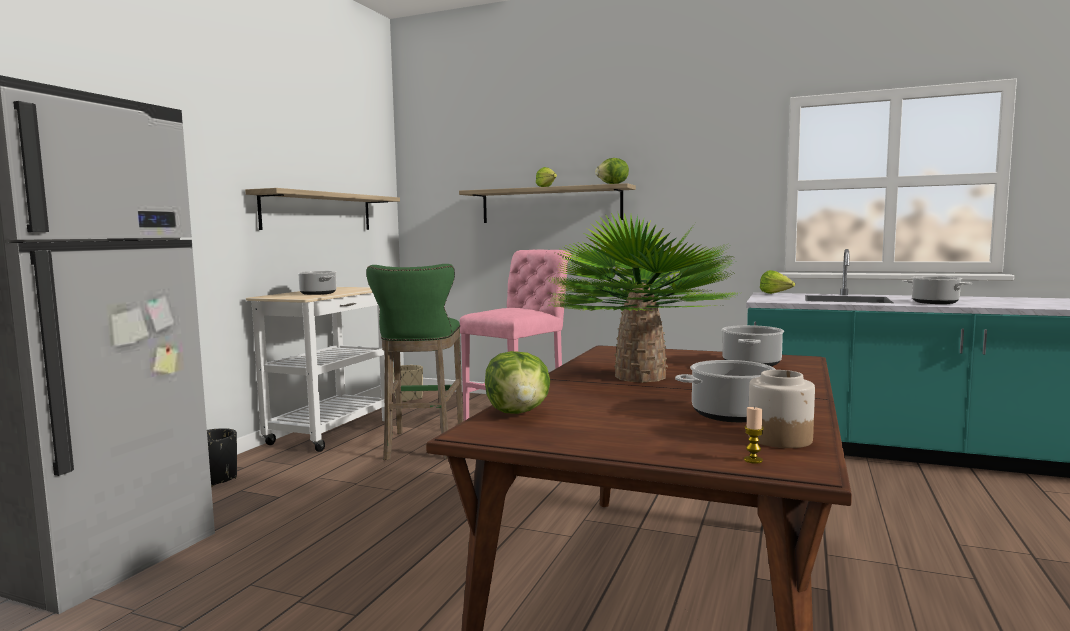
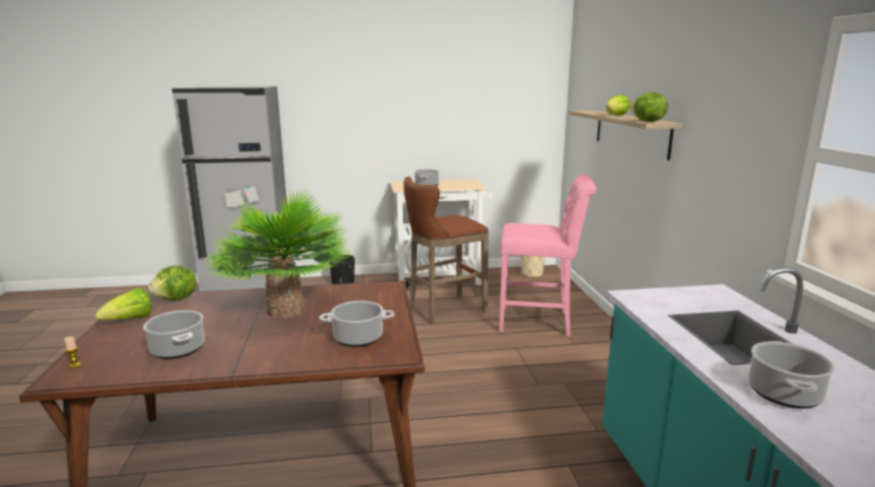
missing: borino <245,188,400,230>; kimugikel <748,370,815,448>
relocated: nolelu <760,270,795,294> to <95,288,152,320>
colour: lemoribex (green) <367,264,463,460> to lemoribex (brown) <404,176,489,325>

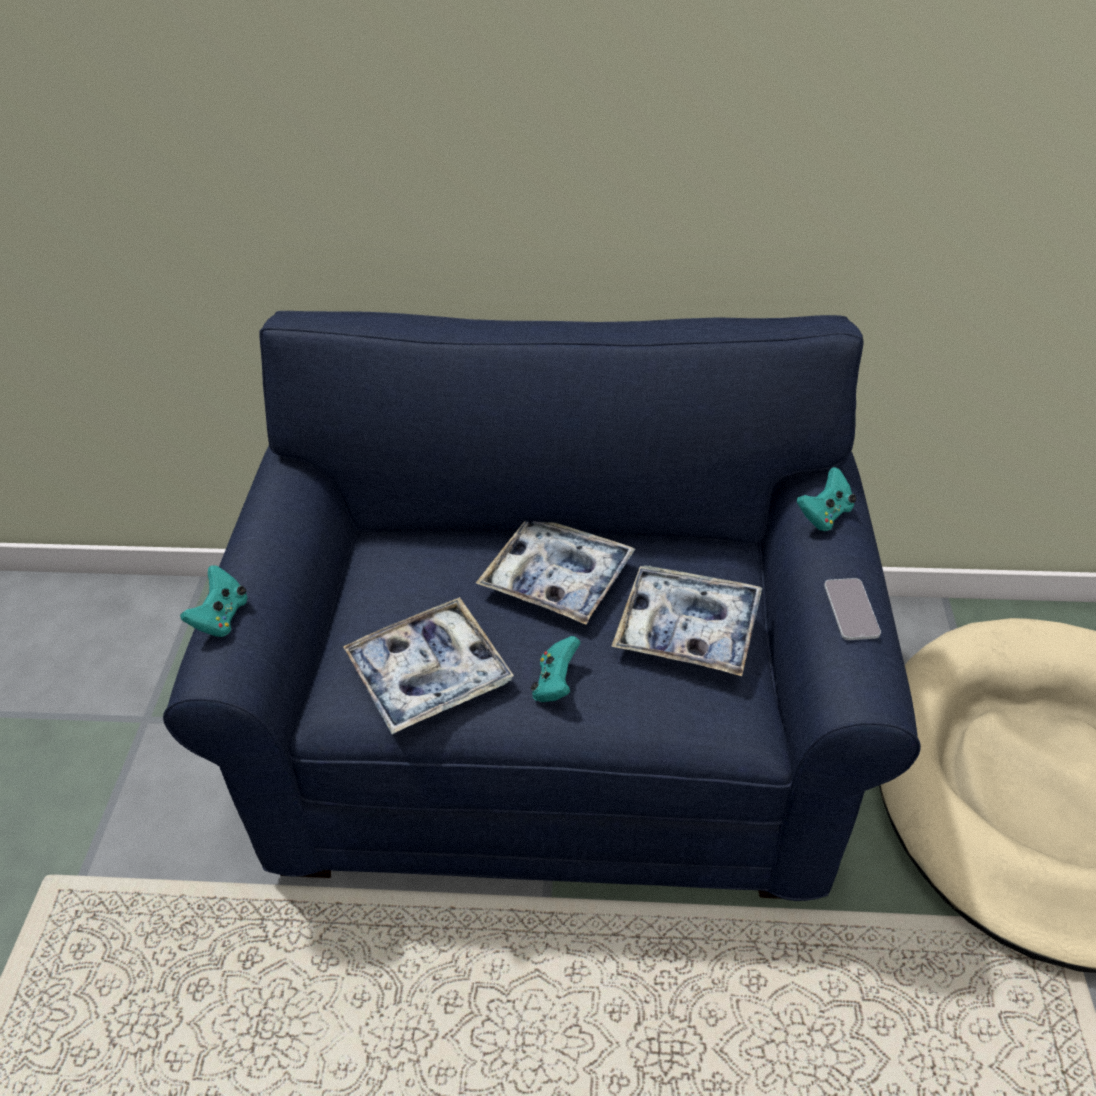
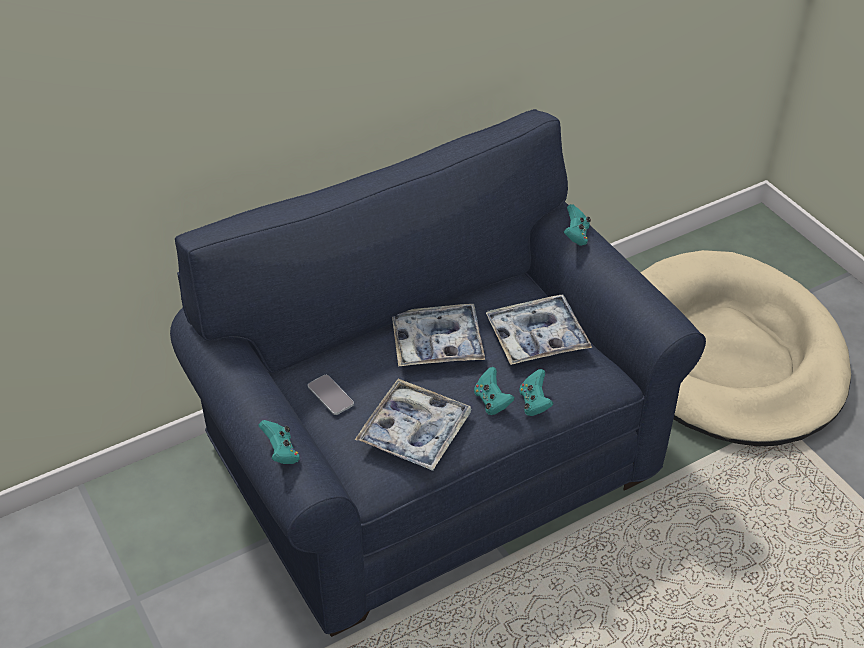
appeared: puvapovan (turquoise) <519,369,554,416>
relocated: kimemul <824,578,881,640> to <308,375,354,415>

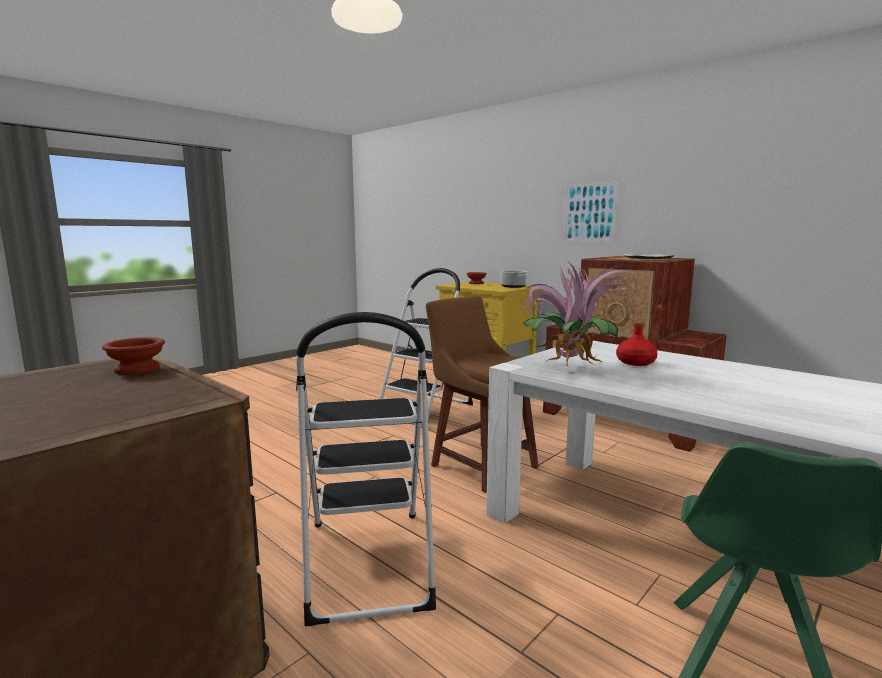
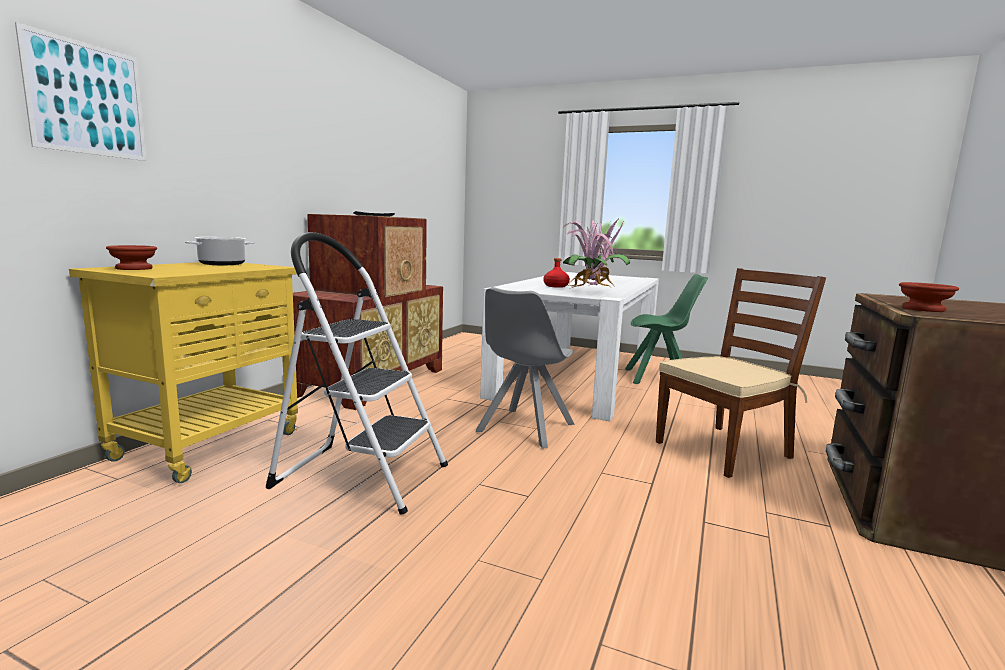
relocated: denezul <563,181,619,242> to <15,22,147,161>
exchanged: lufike <296,312,436,626> to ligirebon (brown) <656,268,826,478>; lemoribex (brown) <426,296,539,493> to ligirebon (grey) <476,287,575,449>

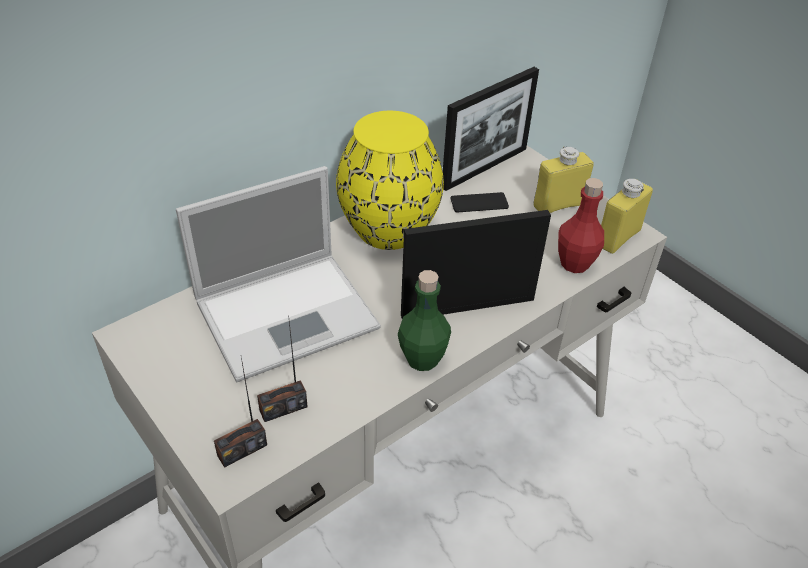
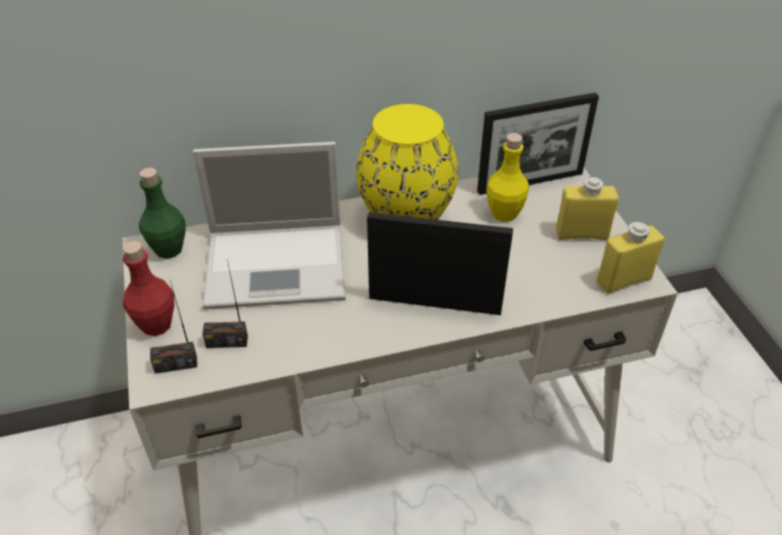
relocated: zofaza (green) <398,270,451,371> to <139,167,185,259>; zofaza (red) <558,178,604,273> to <123,241,174,336>
exchanged: kimemul <451,192,509,212> to zofaza (yellow) <486,133,529,222>

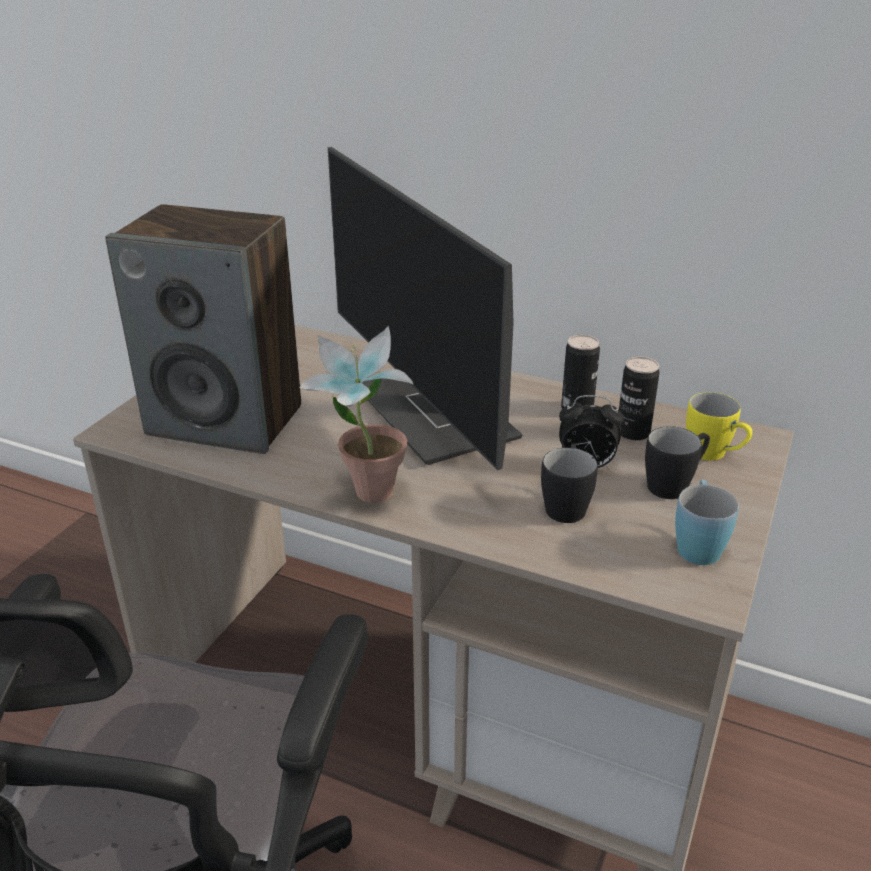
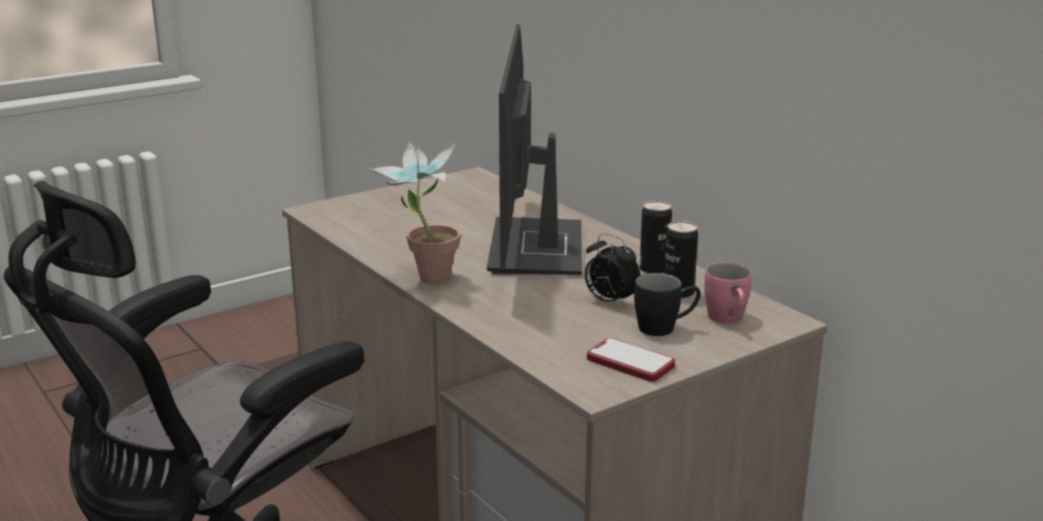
missing: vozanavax <105,204,301,454>; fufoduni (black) <541,444,598,523>
exchanged: fufoduni (blue) <675,479,739,565> to kimemul <587,338,675,382>
colour: fufoduni (yellow) <686,392,753,461> to fufoduni (pink) <704,262,752,324>

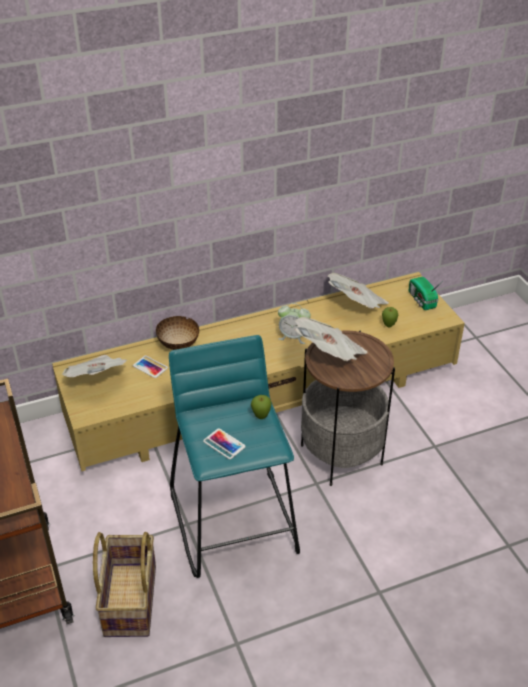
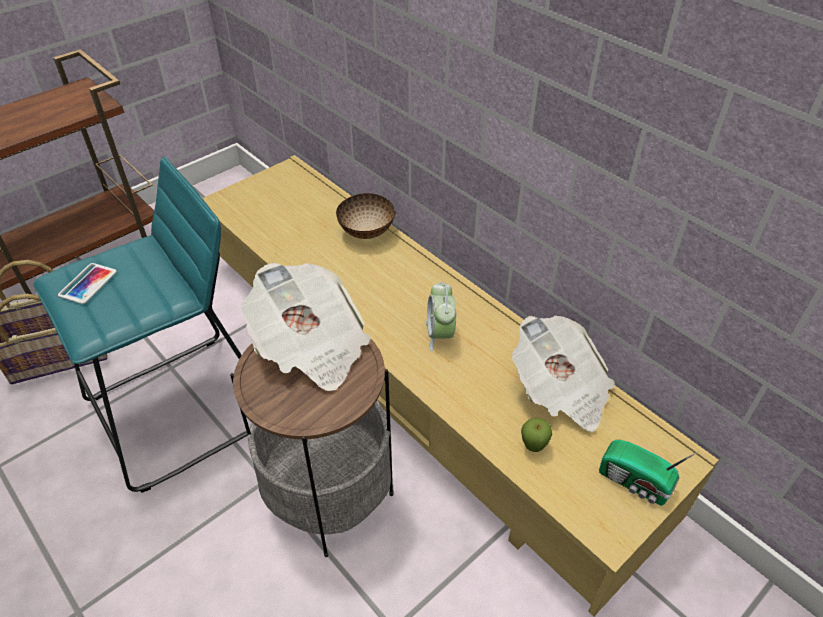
missing: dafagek <62,355,127,377>; kimemul <133,356,168,378>; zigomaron <251,395,272,419>
spun: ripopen <409,277,443,310> = <599,440,698,506> 105 degrees counterclockwise

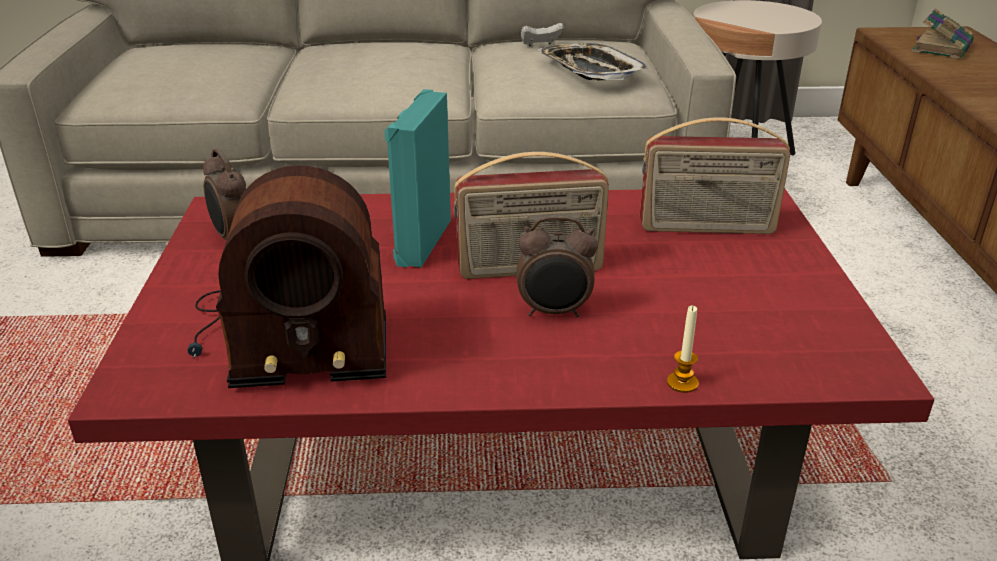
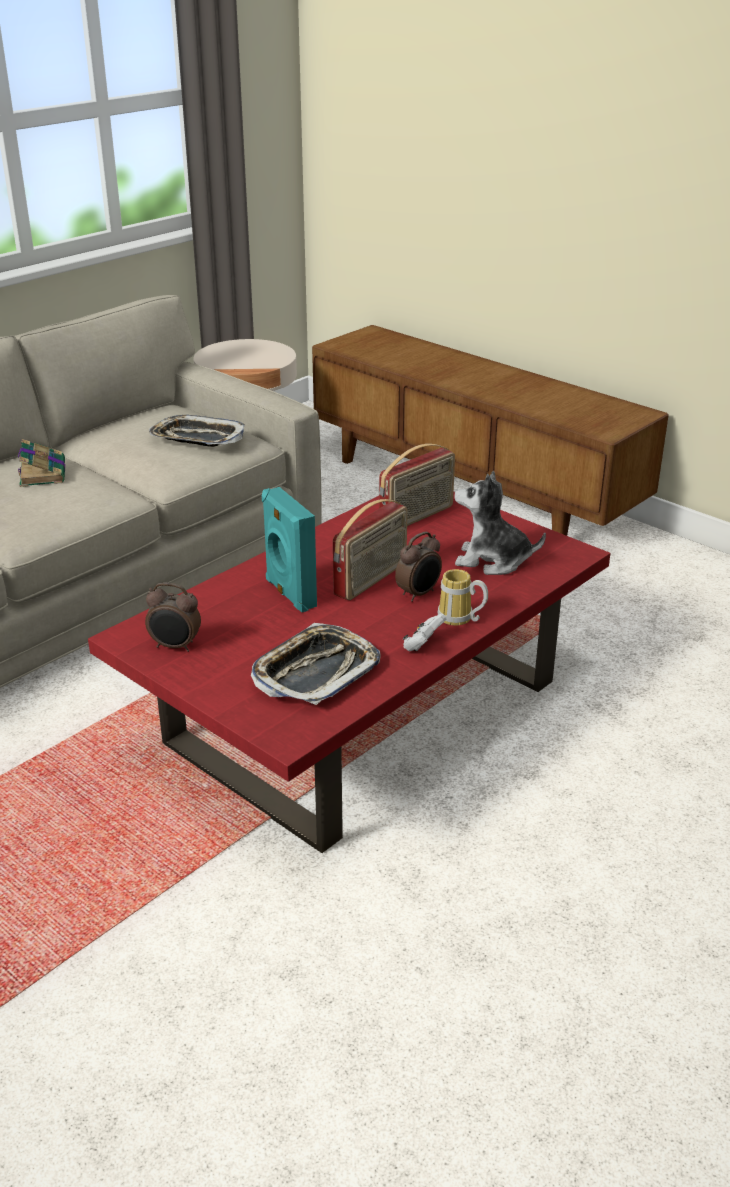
missing: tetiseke <667,305,699,393>
appeared: fufoduni <438,569,488,626>; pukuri <454,471,546,575>
relocated: puvapovan (white) <521,23,564,46> to <403,614,447,651>; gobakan <912,8,974,59> to <18,439,65,487>
exchanged: ripopen <188,165,386,388> to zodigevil <251,623,381,705>

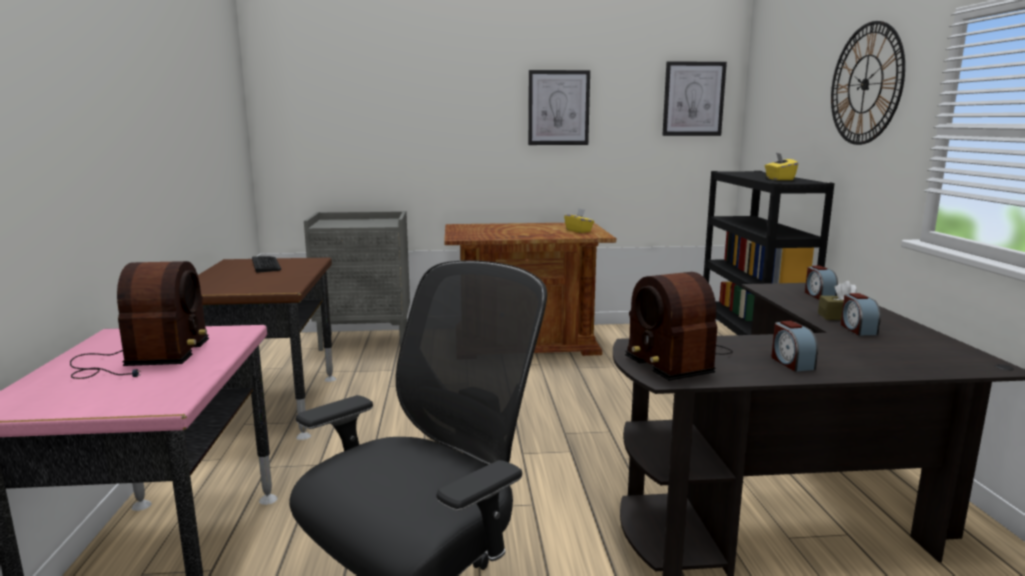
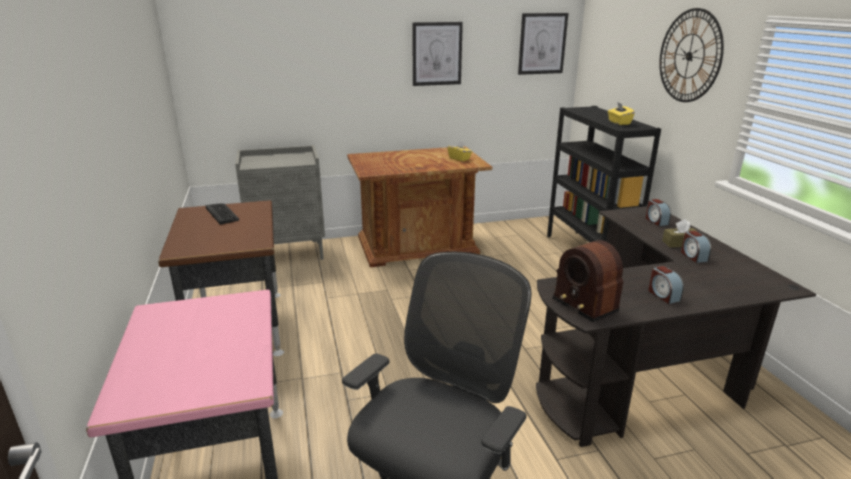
missing: ripopen <70,261,209,379>

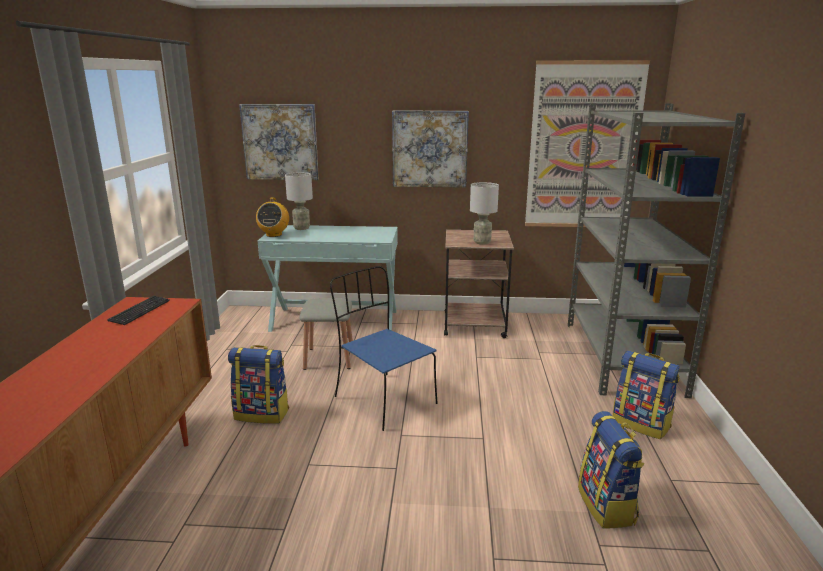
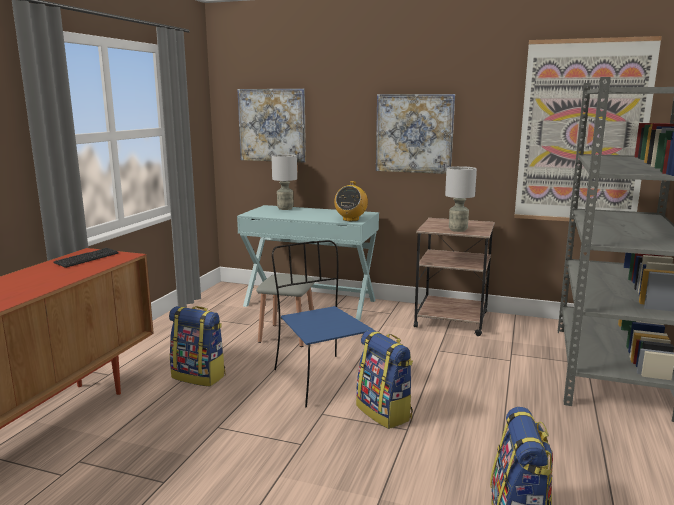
relocated: ripopen <256,197,289,237> to <334,181,368,221>; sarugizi <613,350,680,440> to <356,329,413,429>

